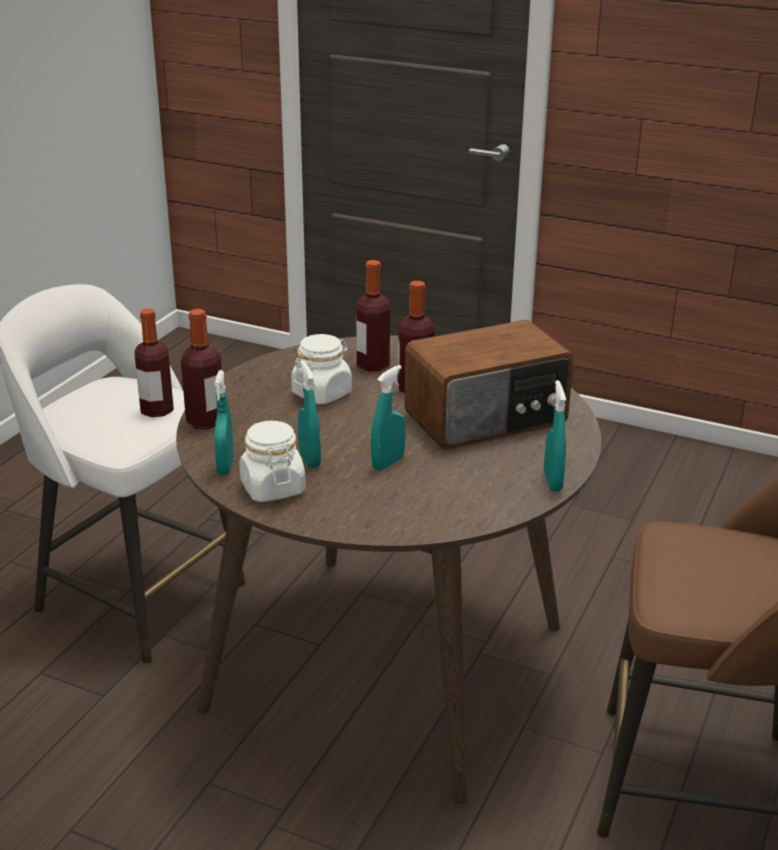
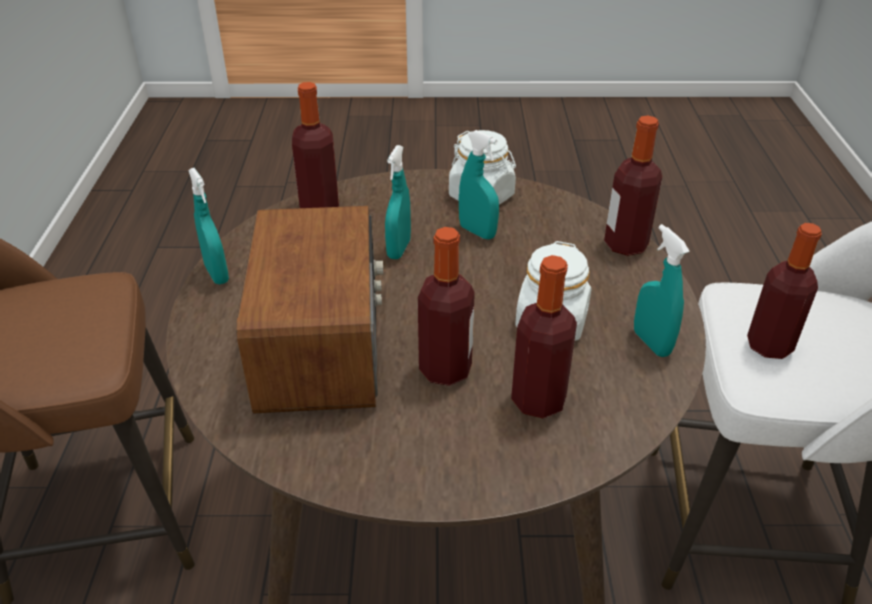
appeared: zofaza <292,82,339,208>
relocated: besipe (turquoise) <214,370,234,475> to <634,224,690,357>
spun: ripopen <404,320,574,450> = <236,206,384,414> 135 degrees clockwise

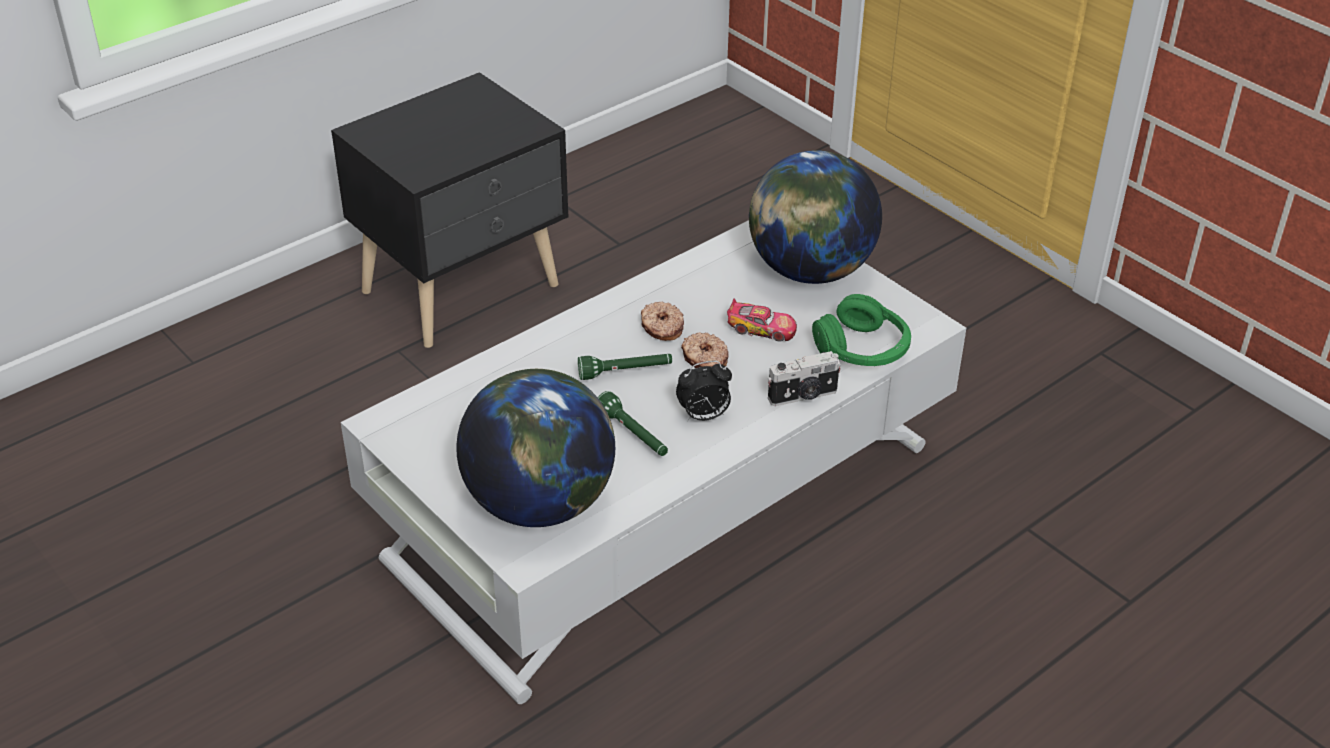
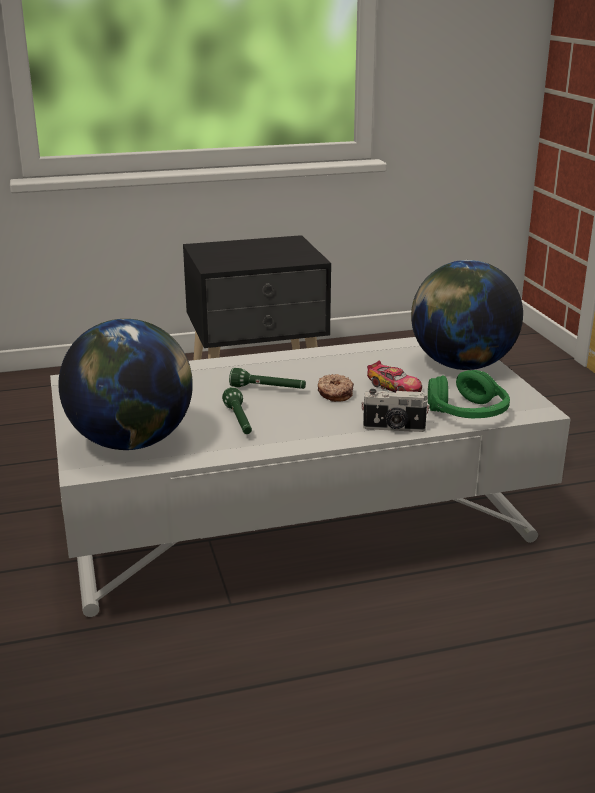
missing: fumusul <641,302,684,341>; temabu <676,361,732,421>

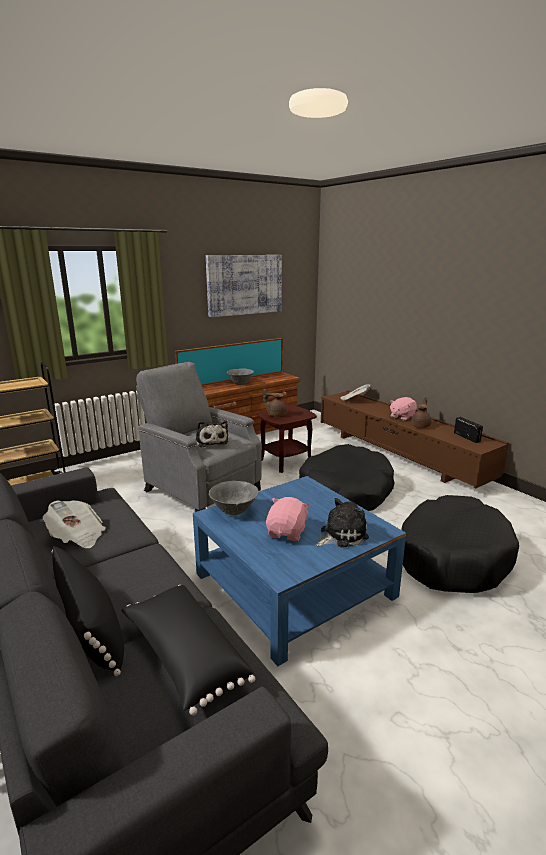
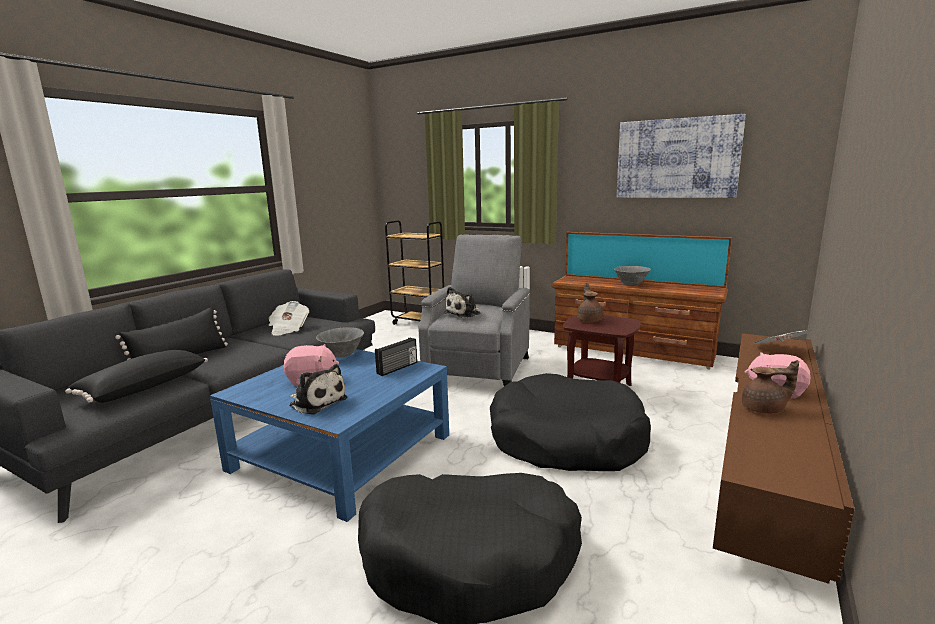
relocated: ripopen <454,417,483,443> to <375,338,417,376>

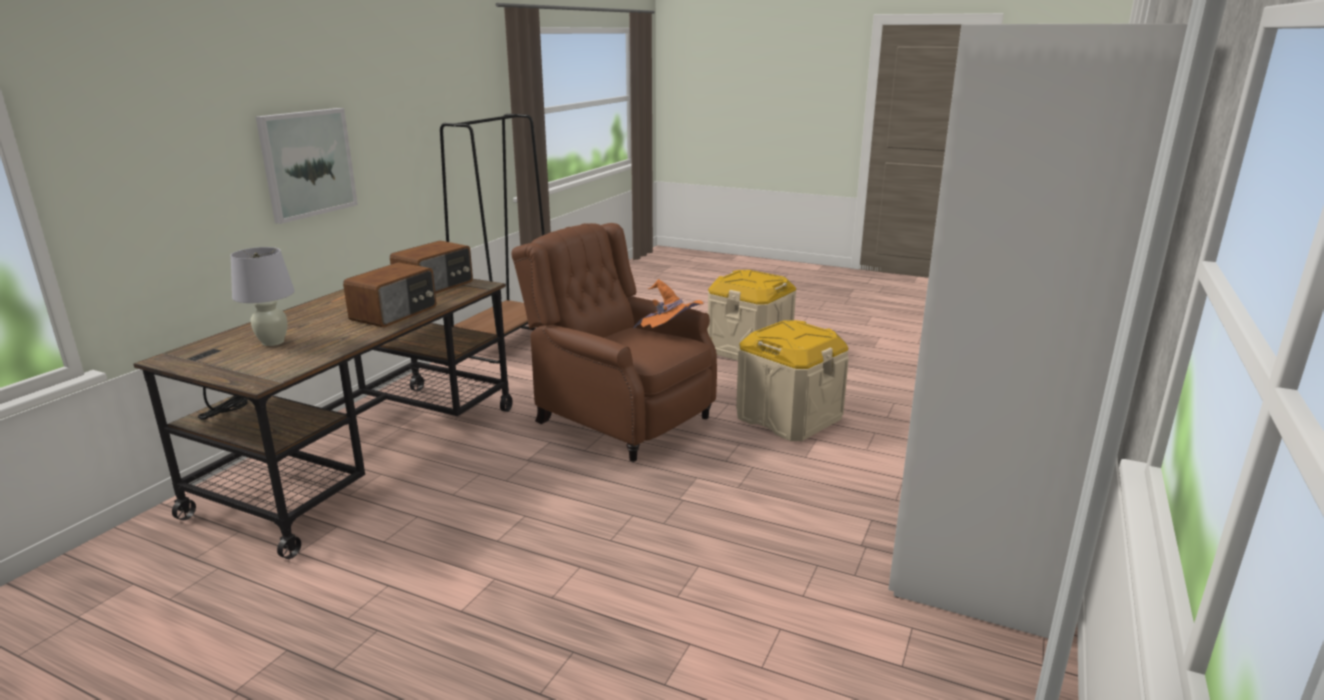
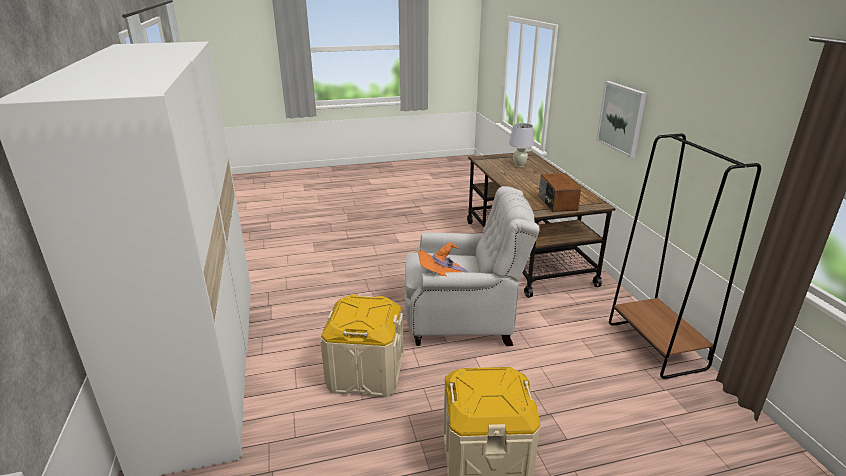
missing: ripopen <343,262,436,327>
colour: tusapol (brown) <511,223,717,462> to tusapol (white) <405,186,540,346>

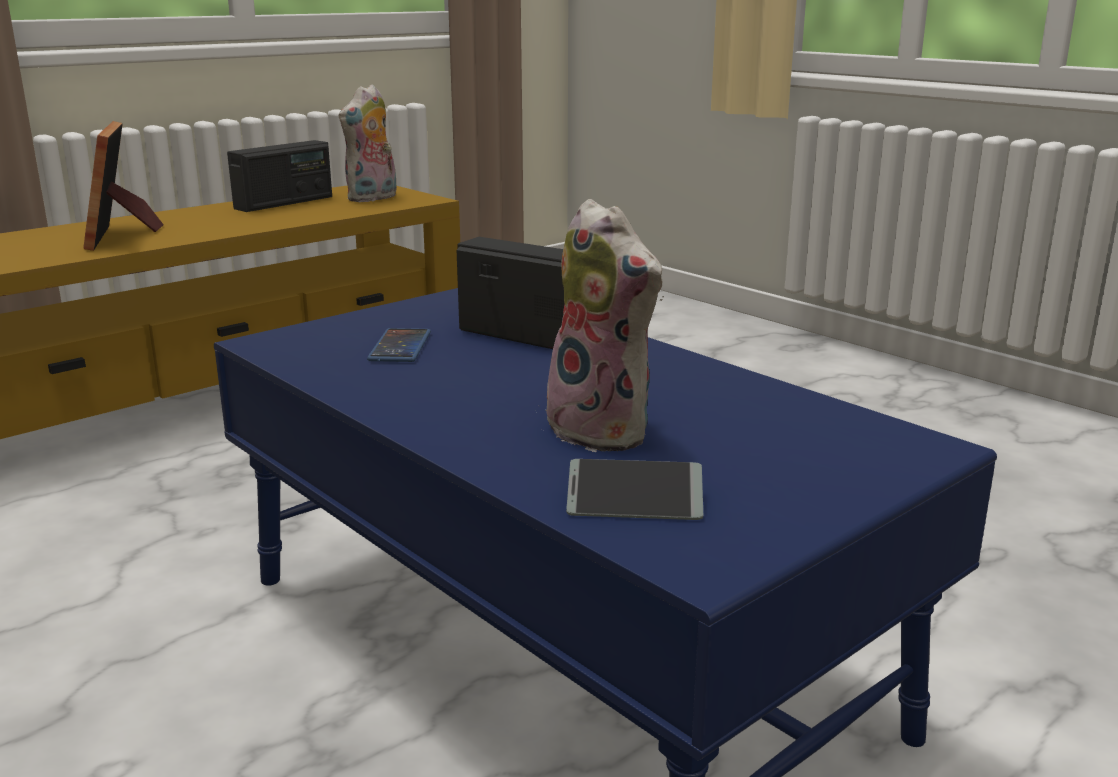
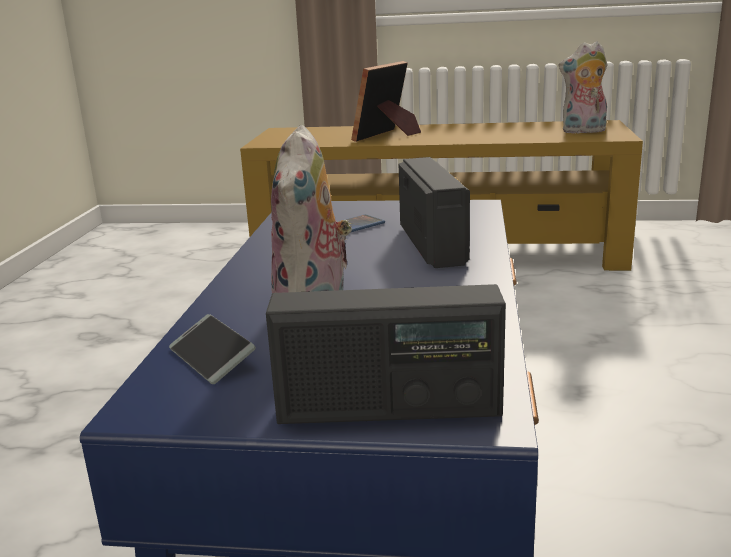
relocated: ripopen <227,140,332,212> to <266,284,506,424>

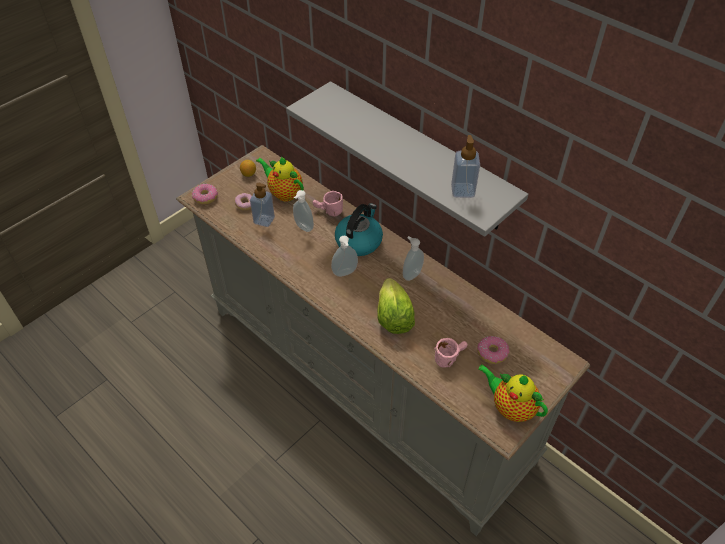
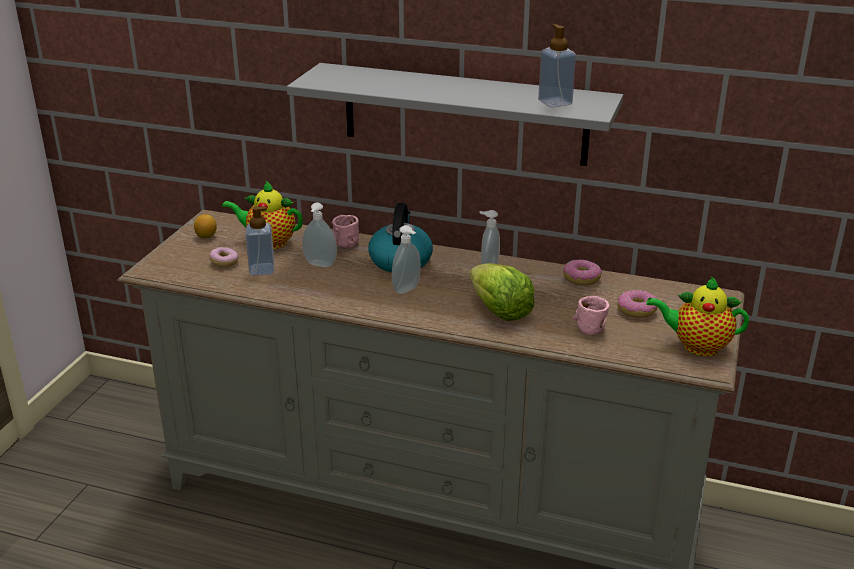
relocated: fumusul <192,184,218,205> to <564,259,602,285>

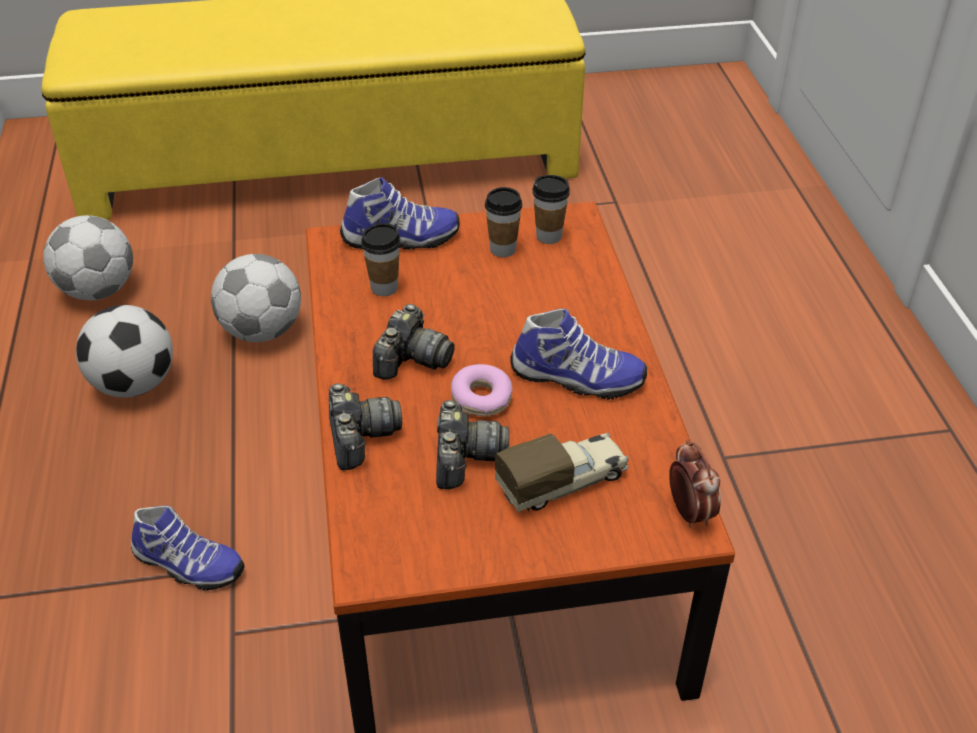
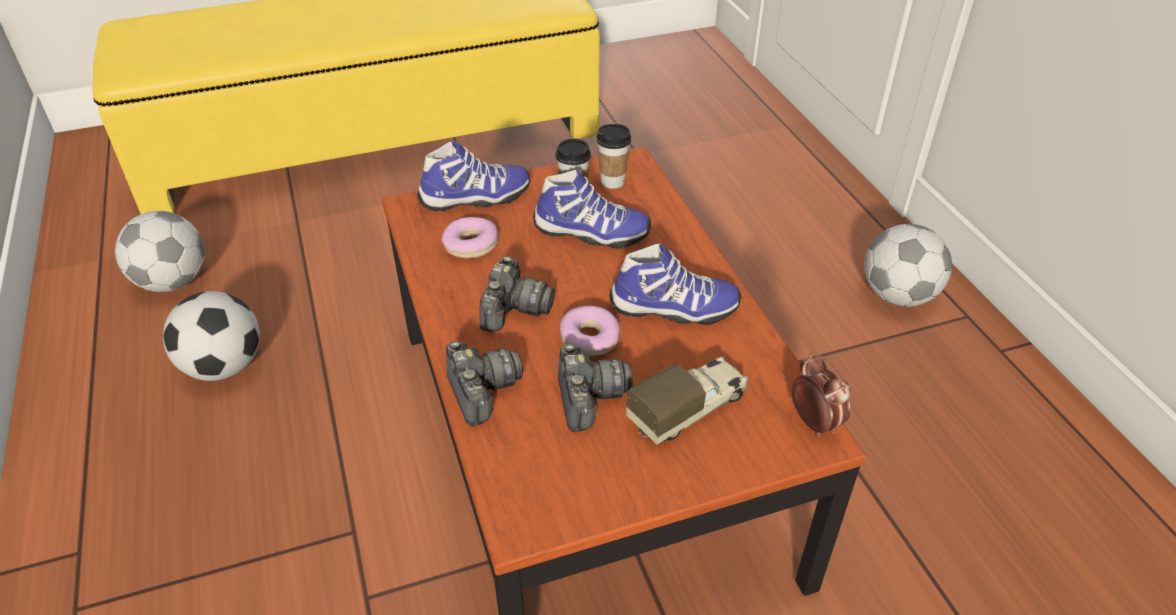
relocated: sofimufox <131,505,245,591> to <533,170,651,249>; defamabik <211,254,301,342> to <864,224,952,307>
exchanged: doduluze <361,223,401,296> to fumusul <442,217,498,258>

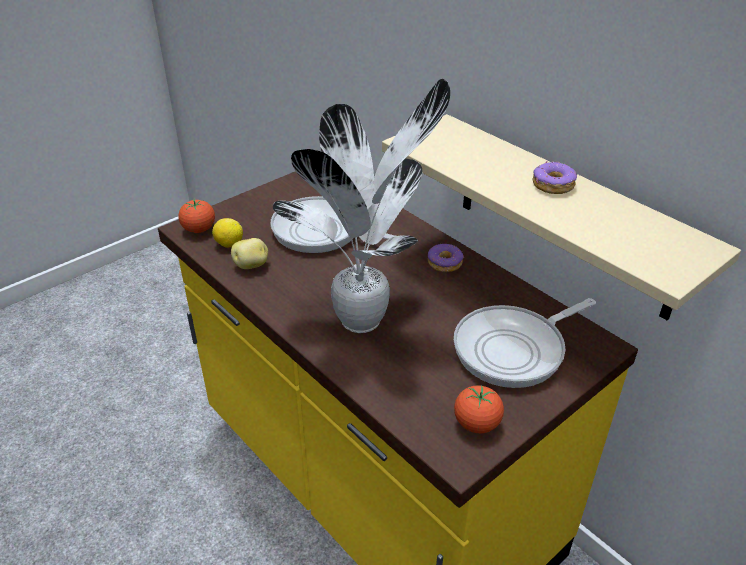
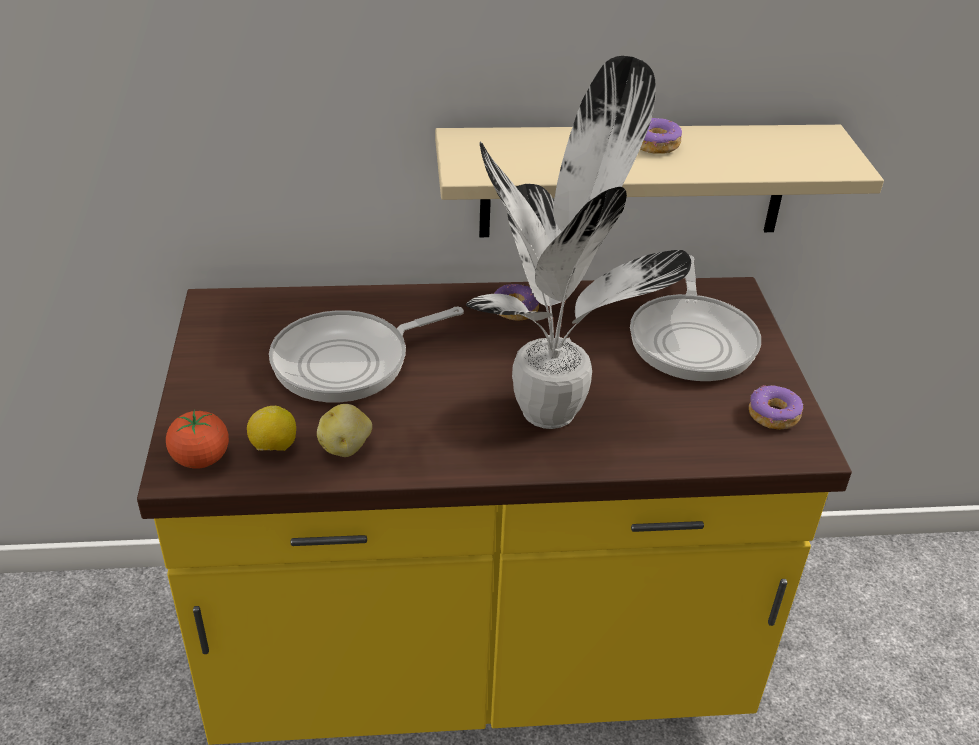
exchanged: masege <454,385,504,433> to fumusul <749,385,803,430>

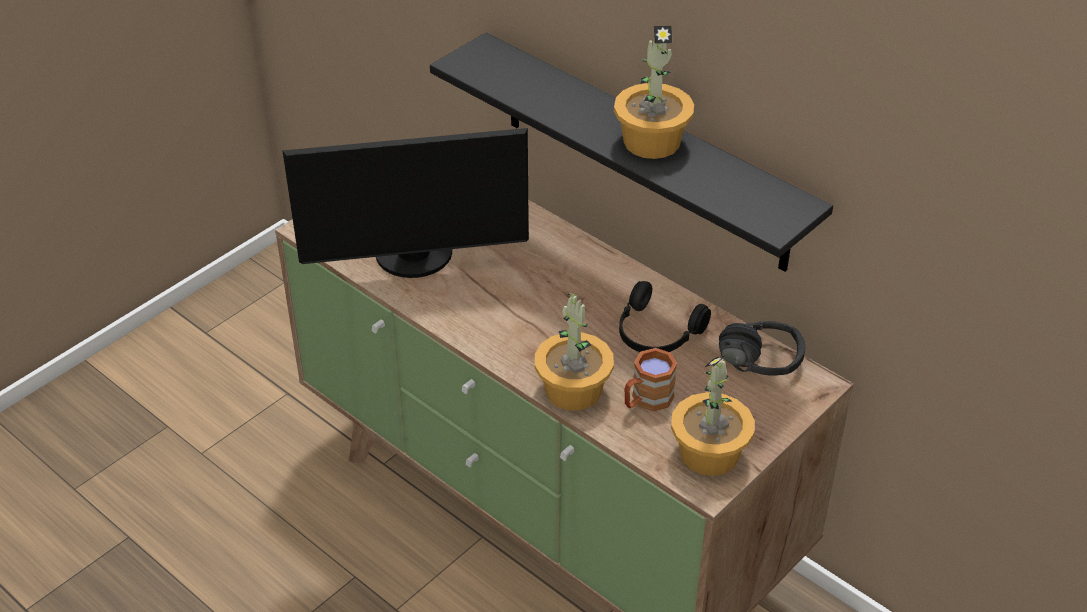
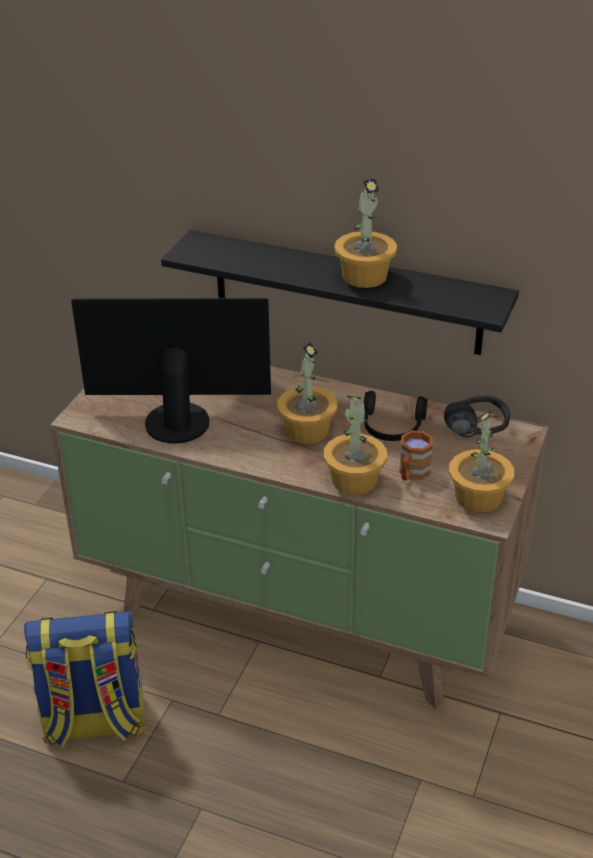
appeared: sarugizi <24,611,146,748>; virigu <277,342,337,443>
spun: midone <282,128,529,278> = <71,298,271,444> 150 degrees counterclockwise

